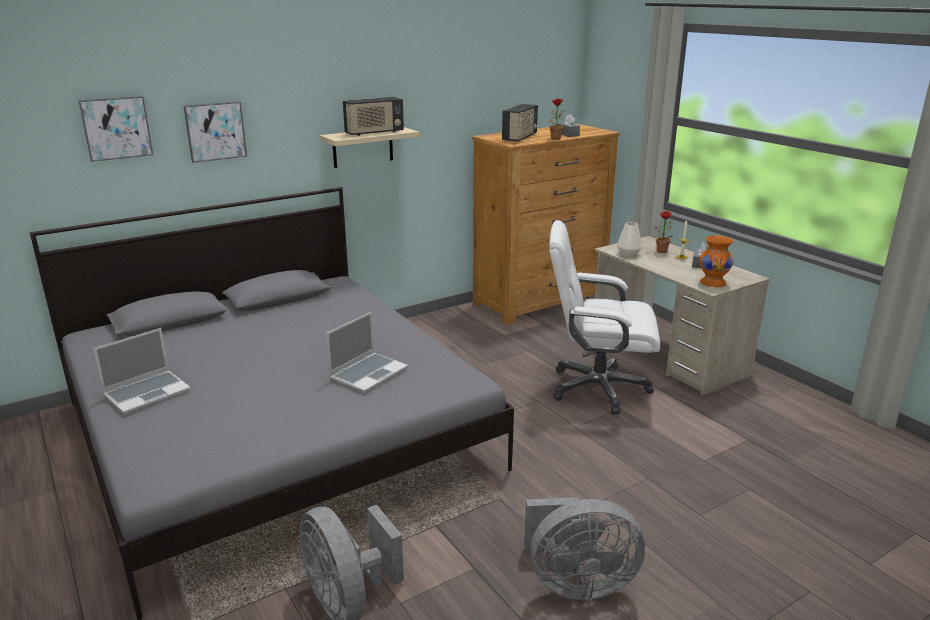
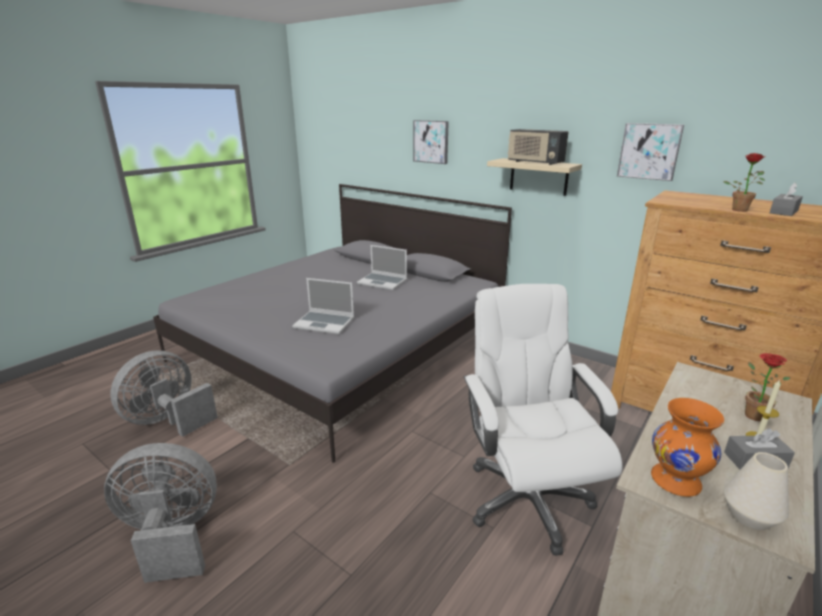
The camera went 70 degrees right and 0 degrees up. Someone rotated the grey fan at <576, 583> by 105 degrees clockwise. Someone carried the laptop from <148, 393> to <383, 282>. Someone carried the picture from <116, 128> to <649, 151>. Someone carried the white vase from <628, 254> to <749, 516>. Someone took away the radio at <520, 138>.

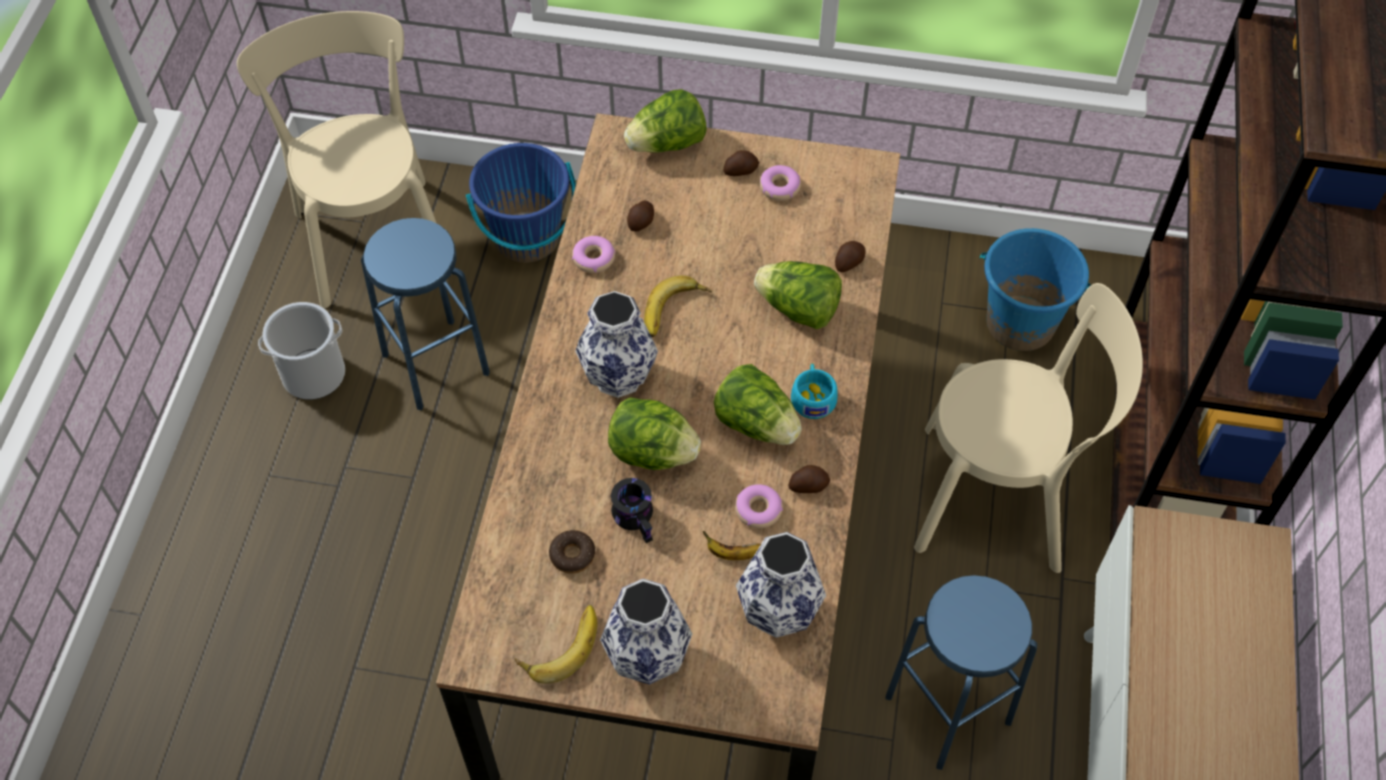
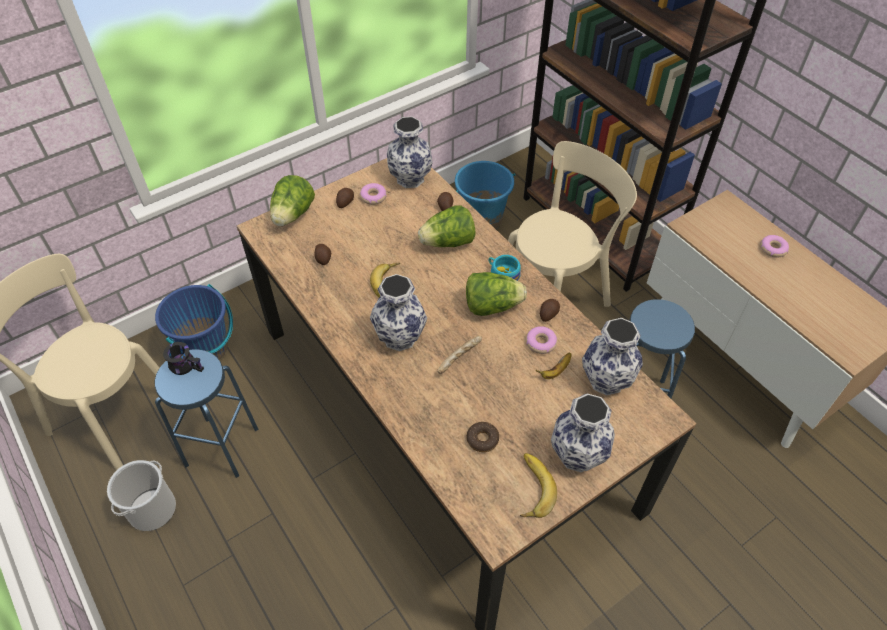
The camera went 45 degrees left and 5 degrees down. Someone carried the black mug from <638, 517> to <187, 364>. Someone put down the vase at <410, 178>. Someone swapped the lettuce at <652, 452> for the bread at <460, 358>. Someone carried the donut from <593, 258> to <773, 249>.

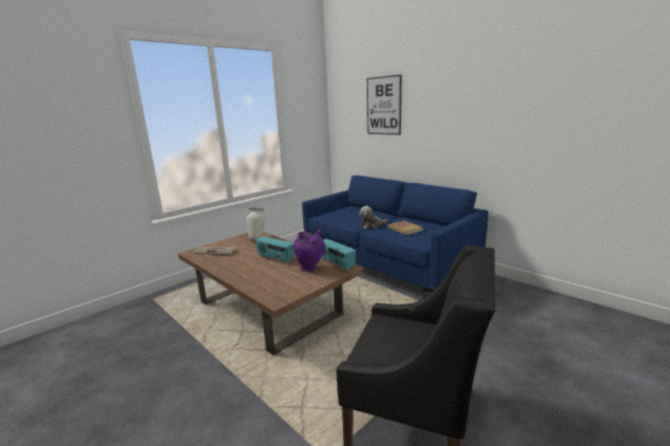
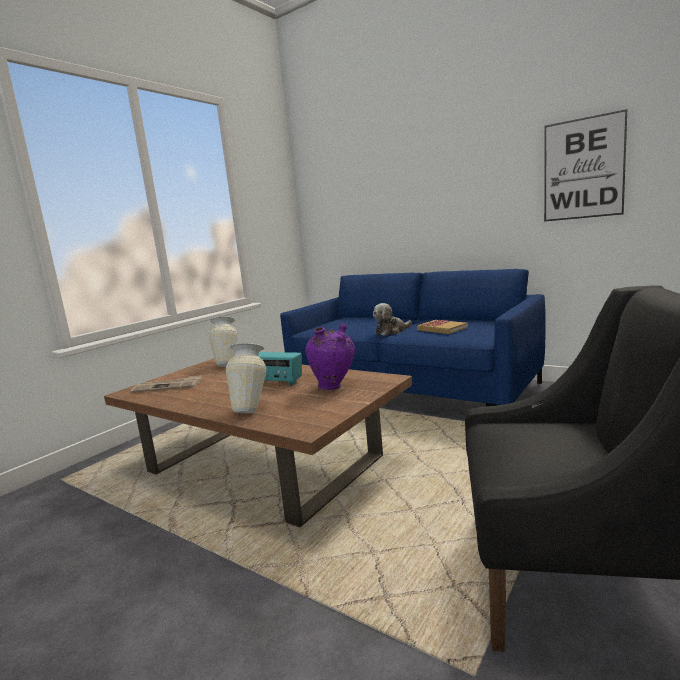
The camera went 10 degrees left and 5 degrees down. Someone put down the vase at <252, 409>. Someone carried the picture from <383, 106> to <583, 169>. Someone took away the radio at <336, 263>.

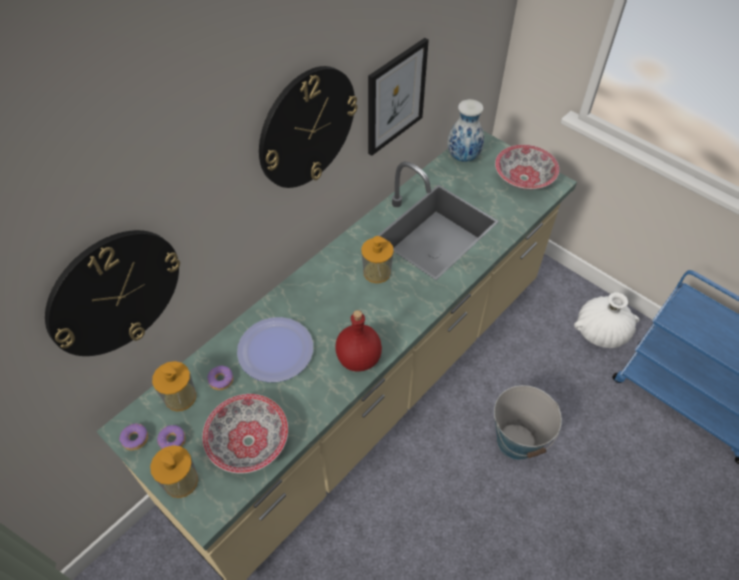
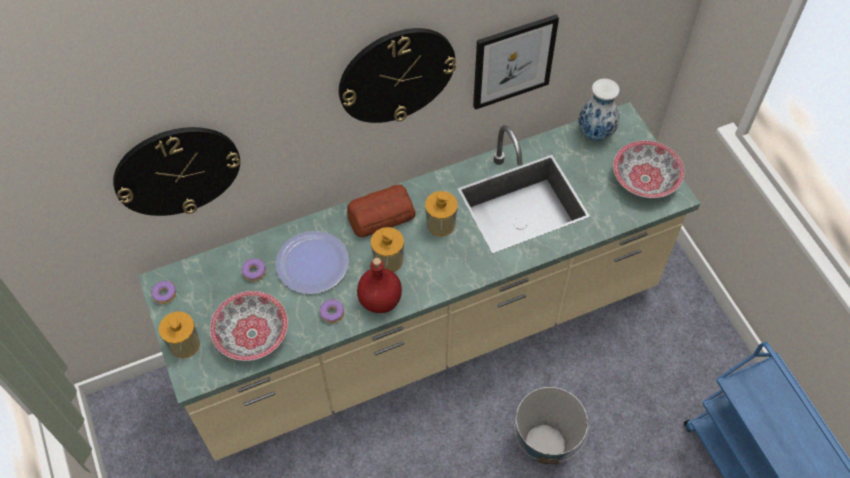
The camera went 25 degrees right and 5 degrees up. Someone carried the donut from <173, 441> to <332, 313>. Someone put down the bread at <380, 216>. Someone carried the soap dispenser from <180, 397> to <388, 260>. Someone took away the white vase at <600, 332>.

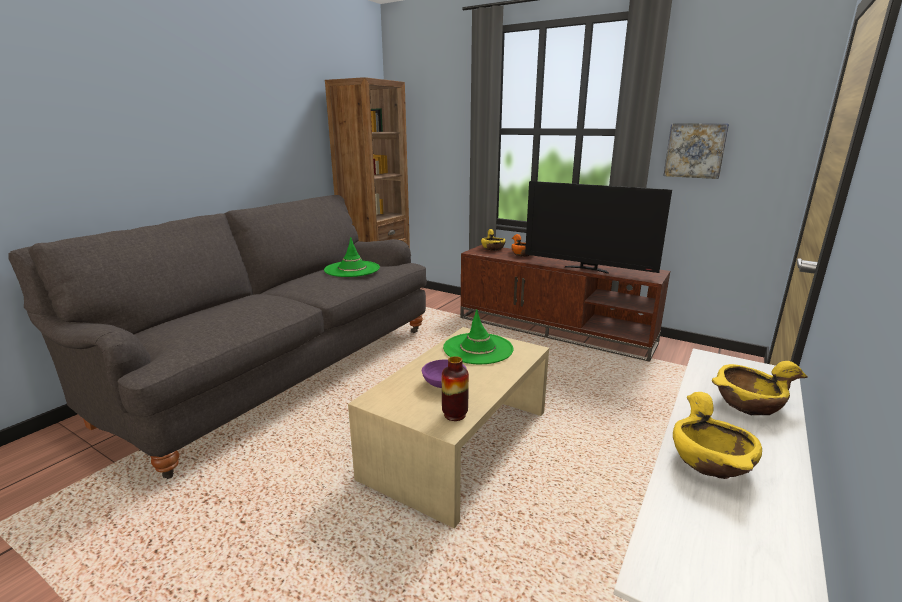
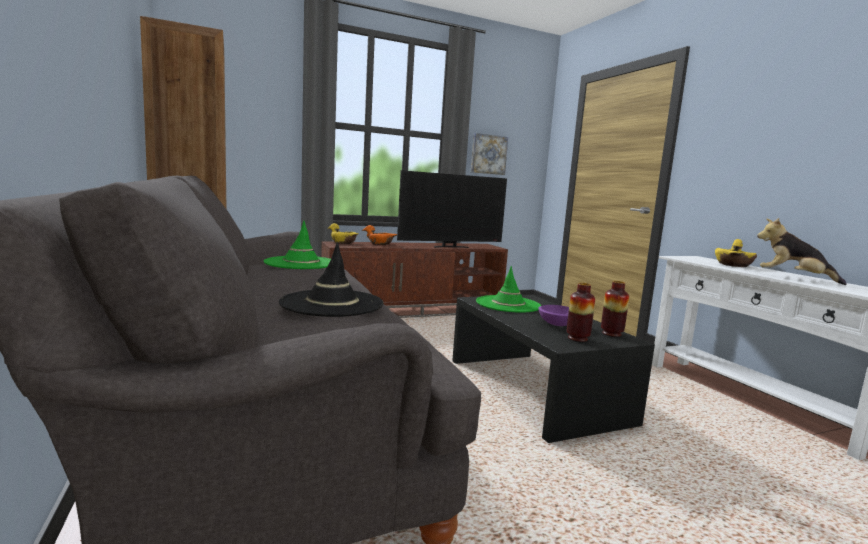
The camera went 55 degrees left and 10 degrees down. Someone put down the black hat at <332, 303>. Someone repainted the beige coffee table at <458, 443>, which became the black coffee table at <533, 390>. Someone put down the vase at <577, 338>. Someone swapped the yellow bowl at <710, 462> for the plush toy at <793, 278>.

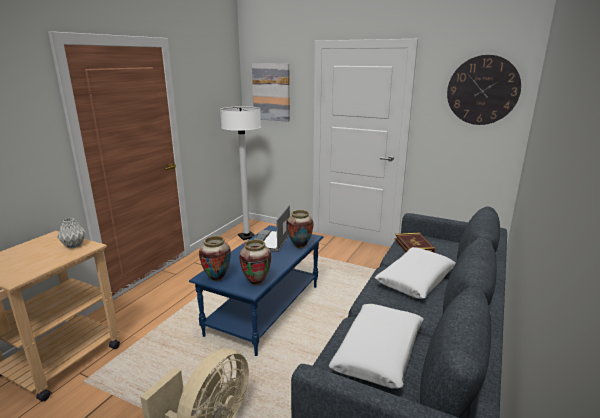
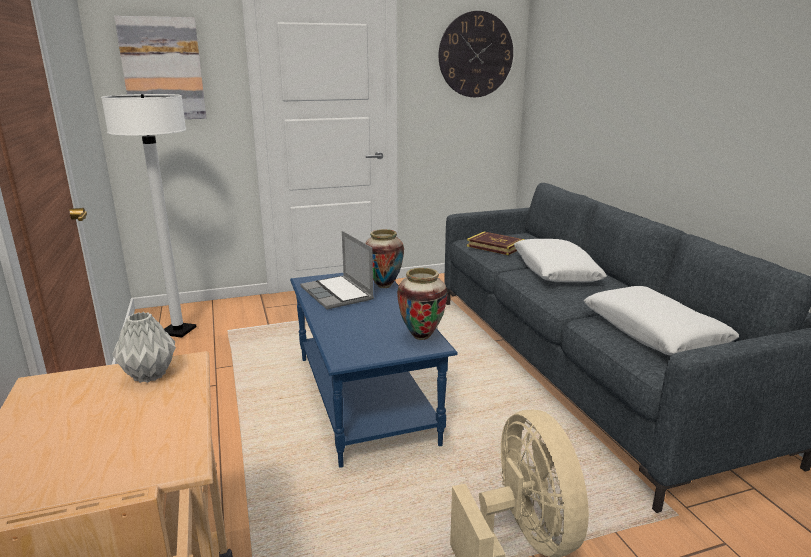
The camera went 45 degrees left and 0 degrees up. Someone took away the vase at <217, 279>.

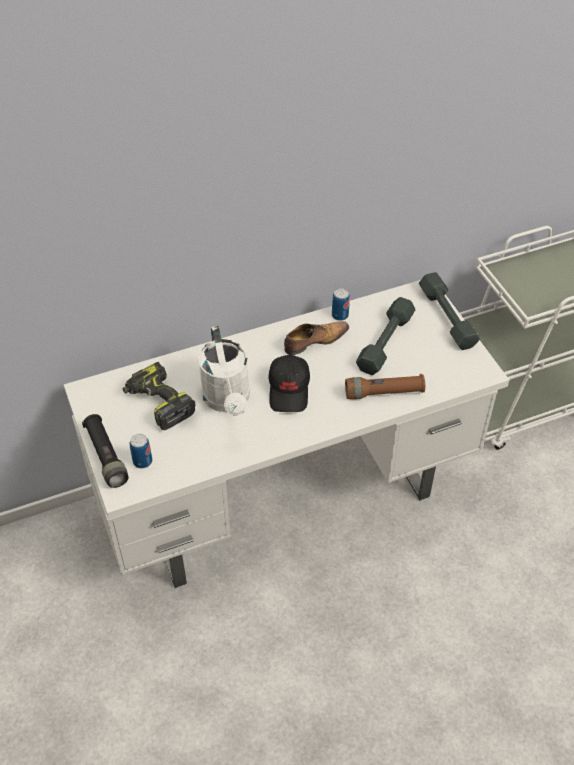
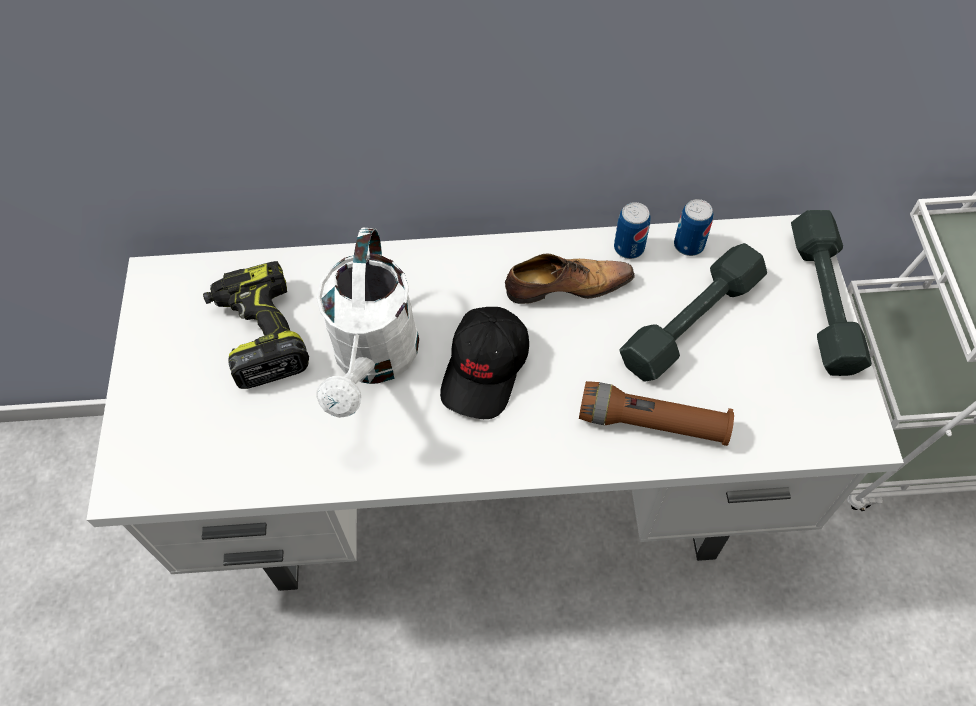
The camera went 20 degrees right and 10 degrees up. Someone carried the can from <142, 461> to <689, 245>. Someone took away the black flashlight at <106, 456>.

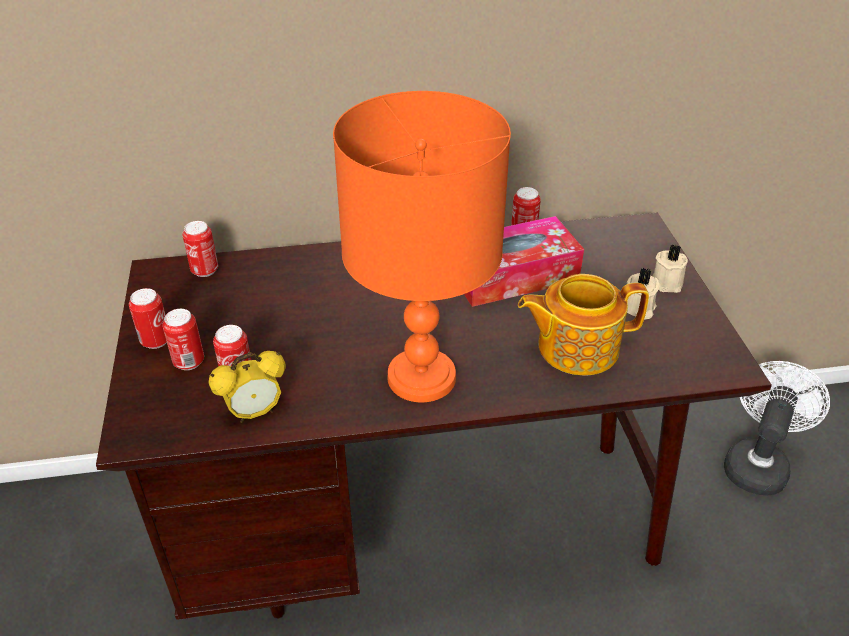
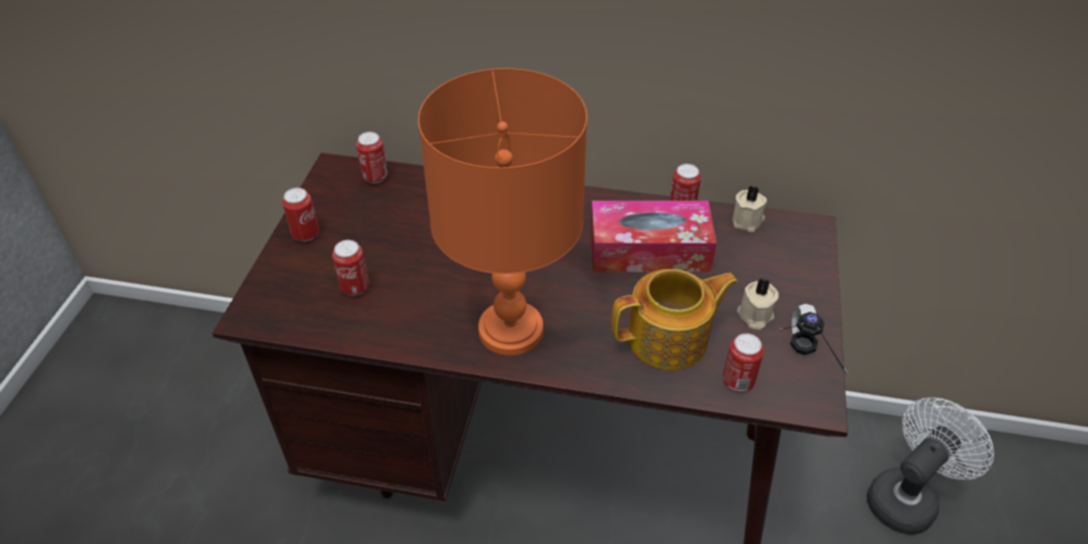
The camera went 20 degrees right and 5 degrees up. Someone rotated the teapot at <575, 347> by 150 degrees clockwise. Someone carried the can from <189, 362> to <737, 382>. Someone carried the beige candle from <668, 282> to <748, 221>. Someone put down the headphones at <798, 362>. Someone took away the alarm clock at <255, 413>.

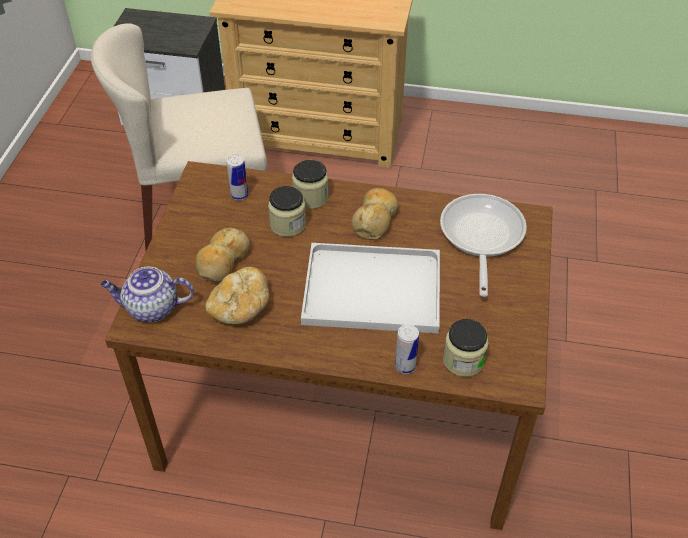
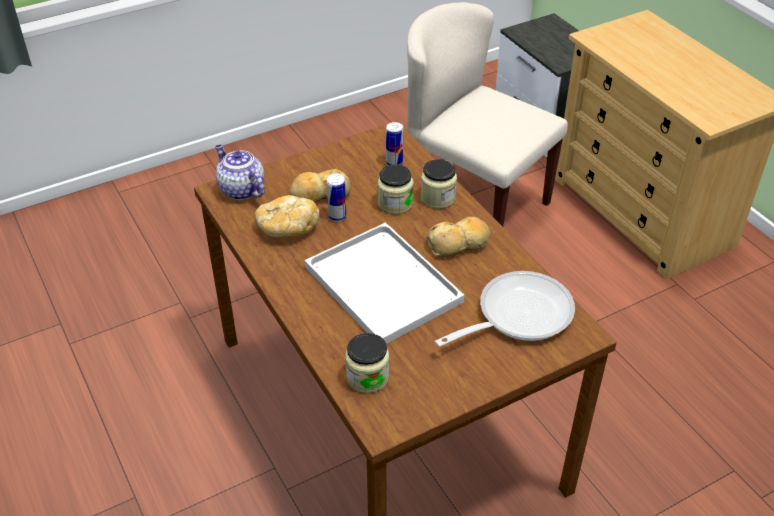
The camera went 50 degrees right and 5 degrees down. Someone carried the can from <405, 366> to <337, 216>.

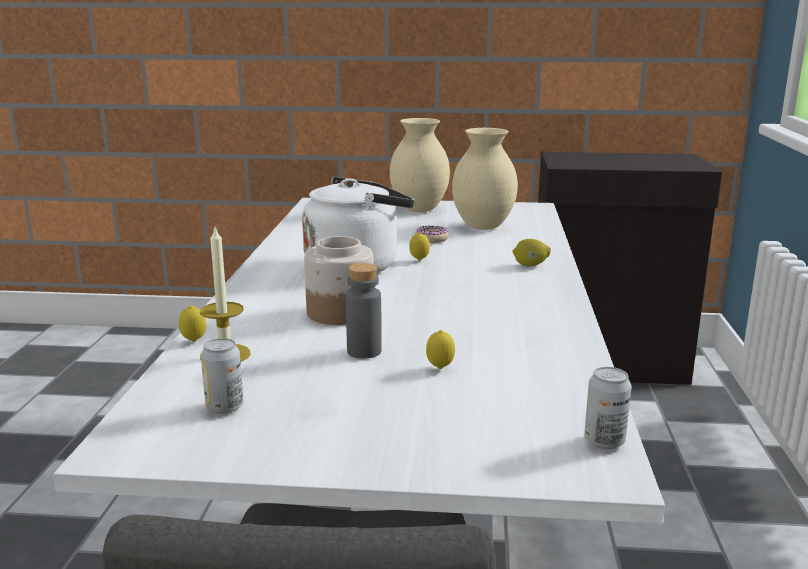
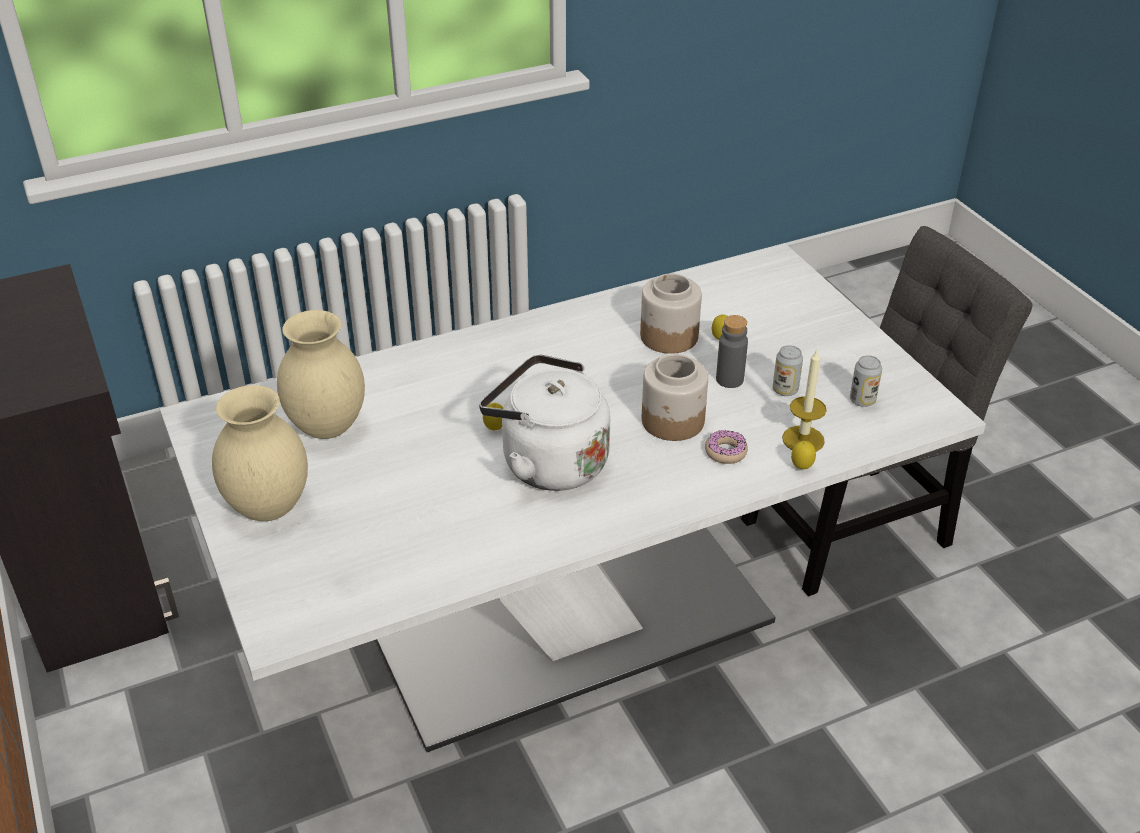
The camera went 120 degrees left and 20 degrees up. Someone put down the jar at <668, 336>. Someone carried the donut from <432, 239> to <725, 452>. Someone carried the can from <604, 441> to <785, 390>. Someone took away the lemon at <530, 265>.

